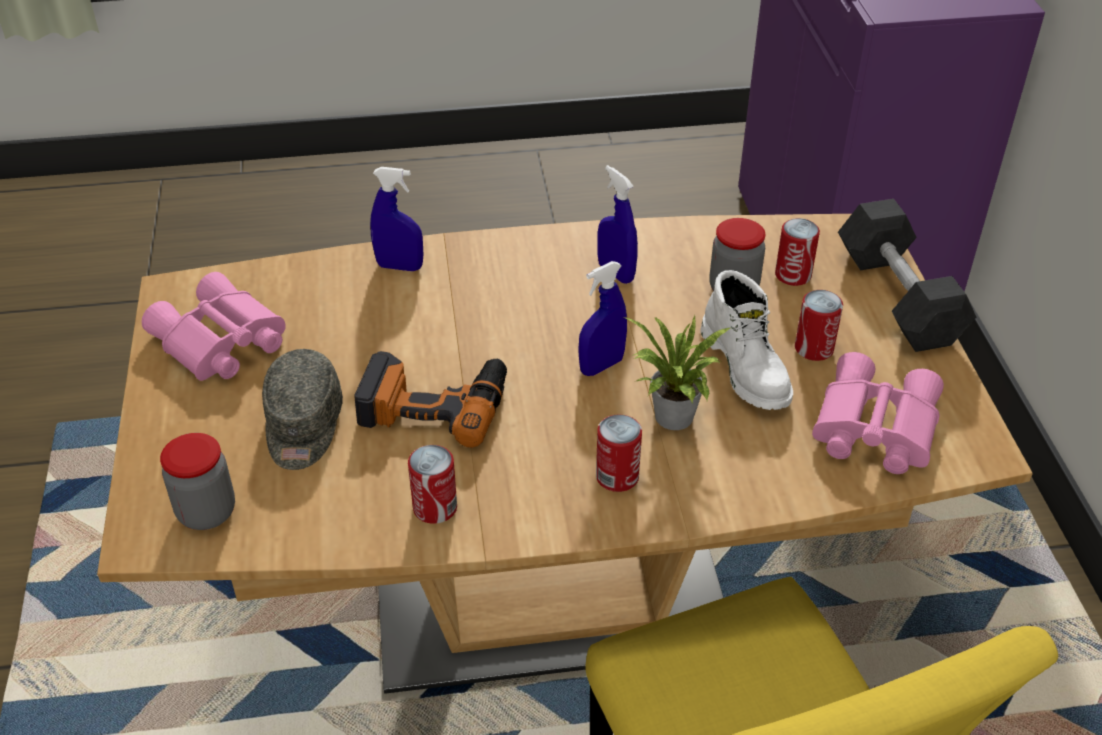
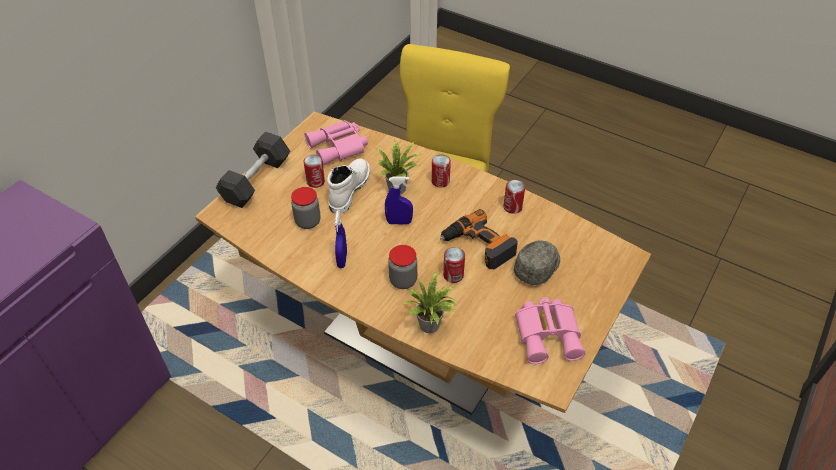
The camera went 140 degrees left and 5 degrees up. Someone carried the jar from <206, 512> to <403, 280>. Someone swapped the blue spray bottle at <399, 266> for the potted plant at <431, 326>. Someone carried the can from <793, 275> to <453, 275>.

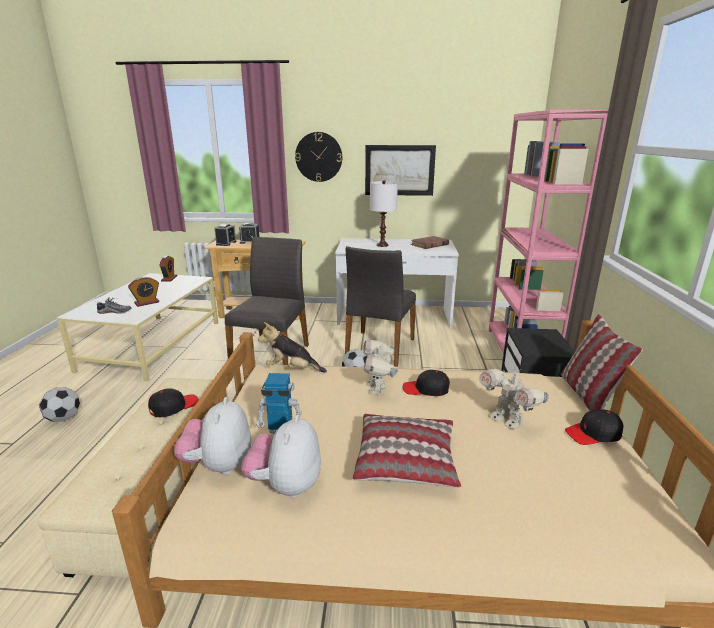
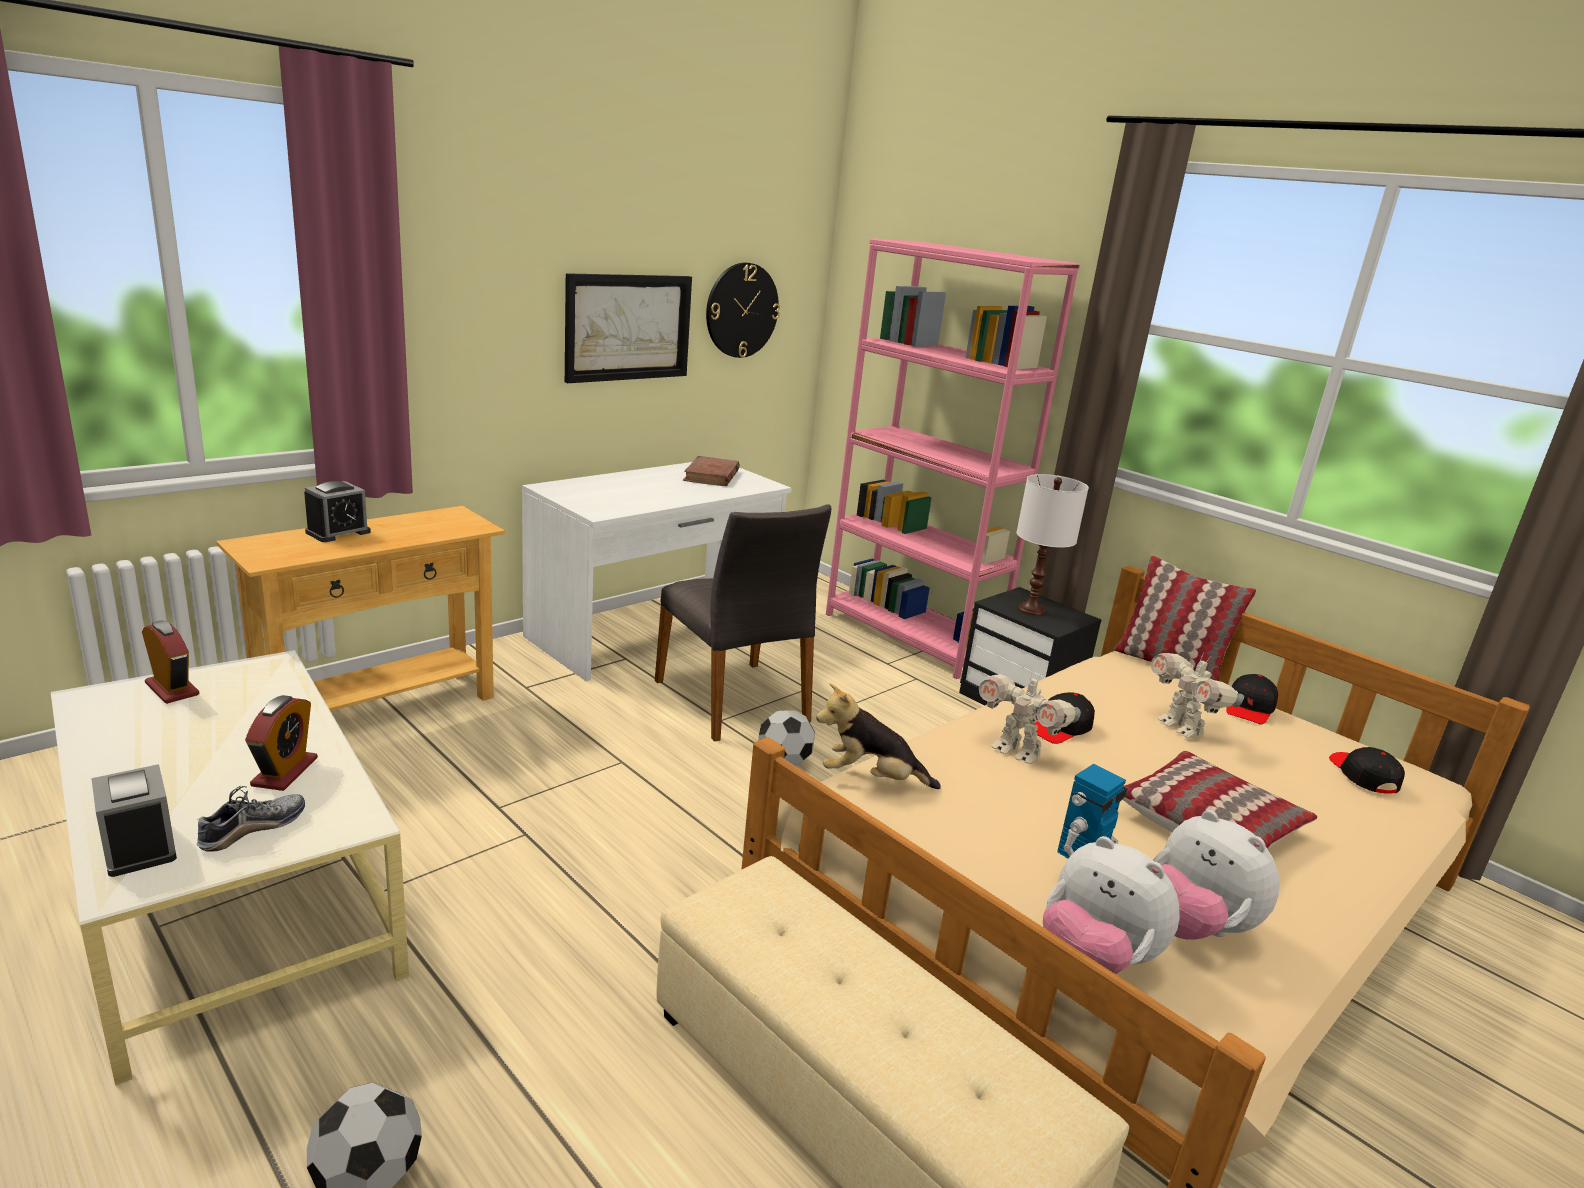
The camera went 50 degrees left and 0 degrees up. Someone carried the alarm clock from <226, 243> to <139, 847>. Someone carried the wall clock from <318, 157> to <741, 310>. Someone rotated the plush toy at <292, 369> by 45 degrees clockwise. Someone carried the white table lamp from <382, 245> to <1031, 610>. Someone rotated the toy robot at <507, 420> by 60 degrees clockwise. Someone carried the black cap from <173, 407> to <1363, 776>. Someone took away the grey chair at <272, 356>.

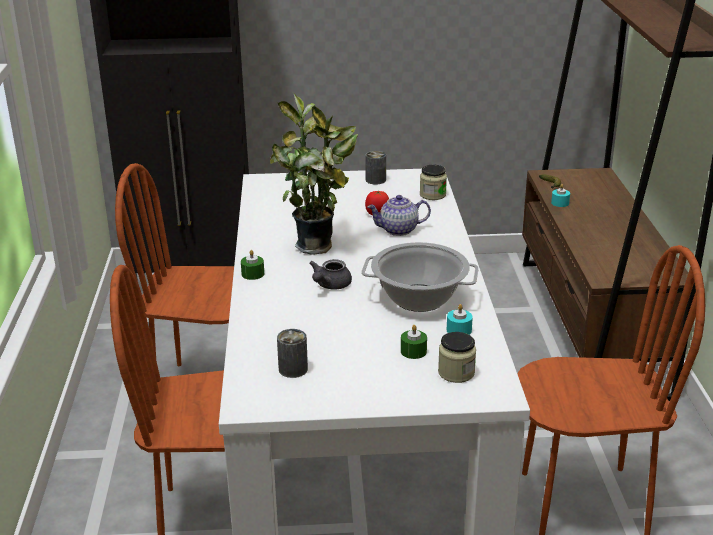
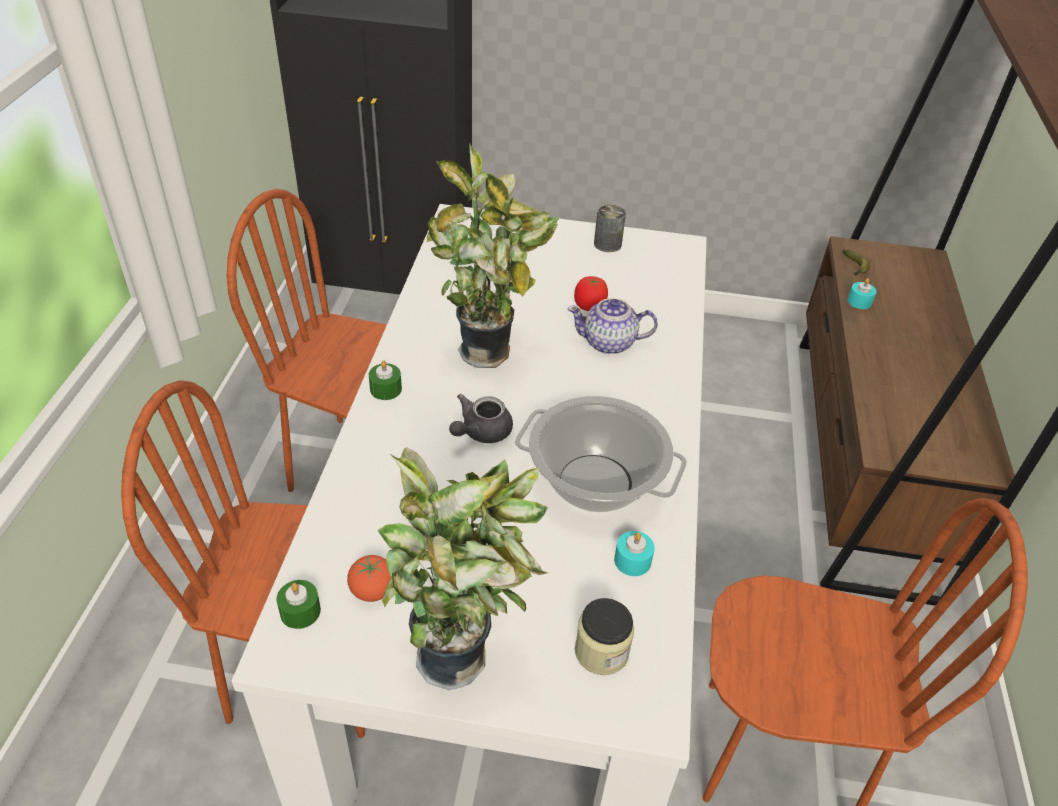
The camera went 10 degrees right and 15 degrees up. Someone carried the green candle from <413, 351> to <300, 611>. Someone swapped the can at <293, 369> for the tomato at <373, 590>. Someone put down the potted plant at <459, 655>. Someone took away the jar at <432, 195>.

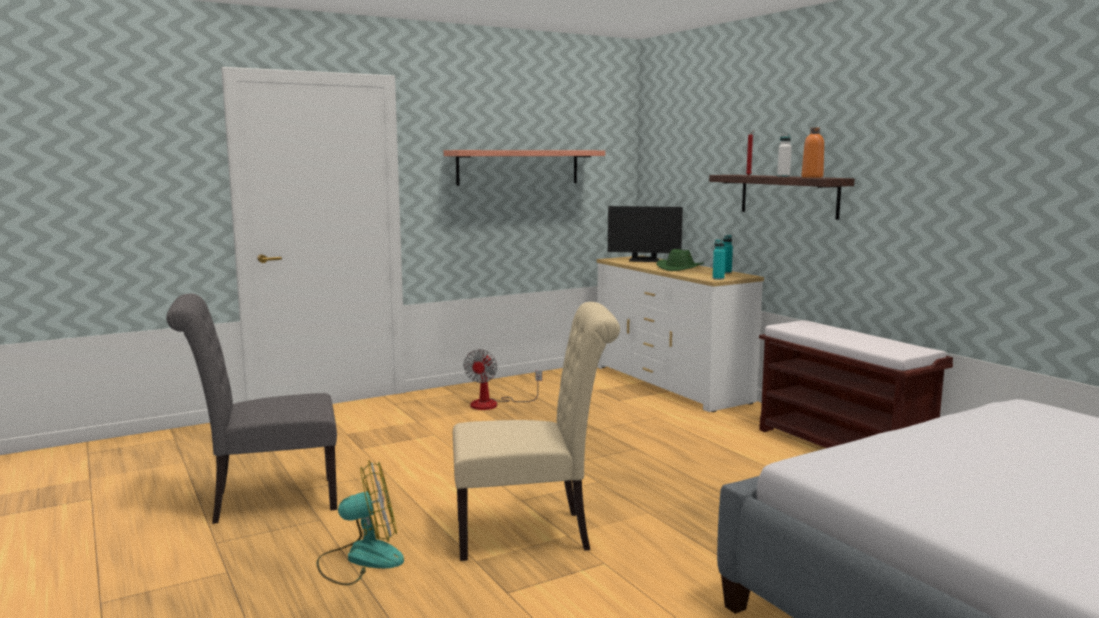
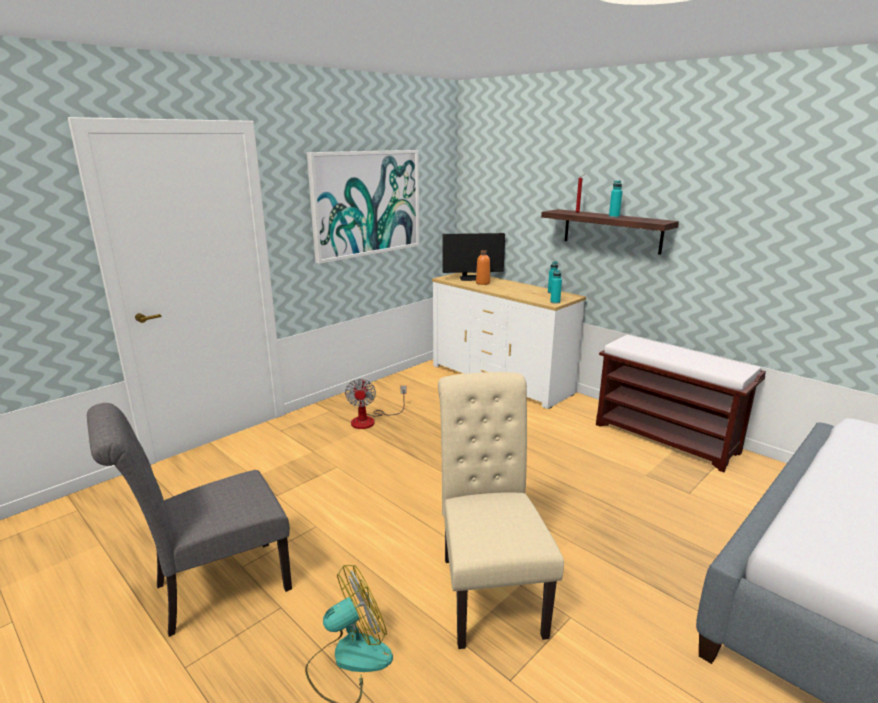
The camera went 15 degrees left and 10 degrees up. Someone swapped the shelf at <518, 167> for the picture at <366, 203>. Someone rotated the beige chair at <531, 533> by 75 degrees counterclockwise. Someone carried the orange bottle from <812, 177> to <482, 283>. Someone repainted the white bottle at <783, 176>, which became the turquoise bottle at <614, 217>. Someone took away the green hat at <680, 268>.

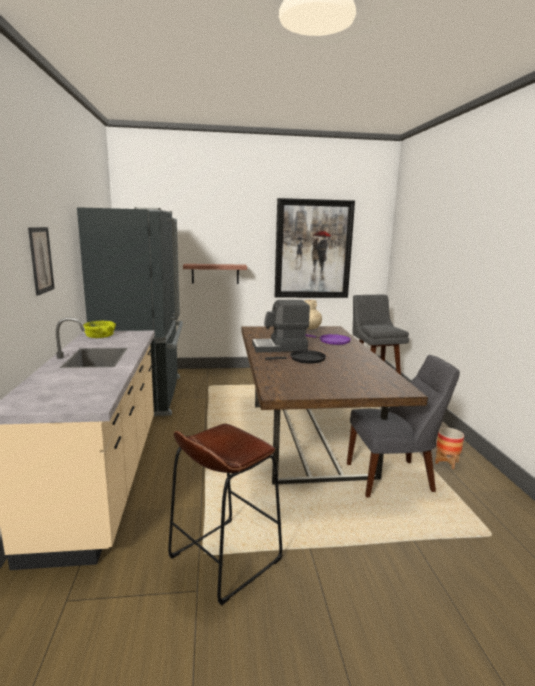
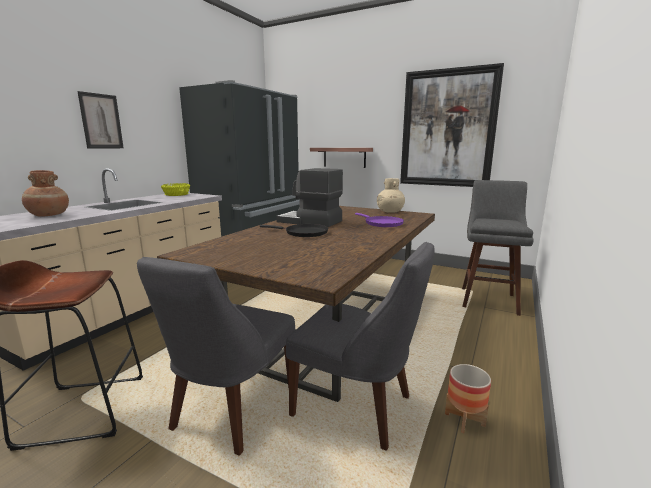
The camera went 35 degrees right and 0 degrees up. Someone put down the brown vase at <49, 215>. Someone put down the grey chair at <231, 411>.

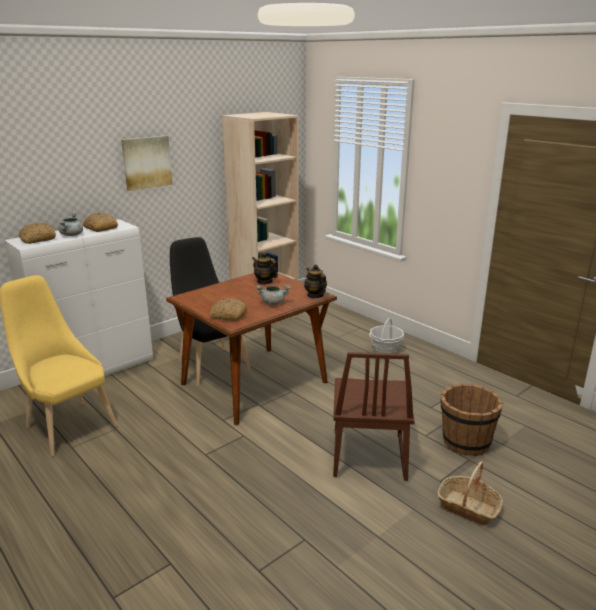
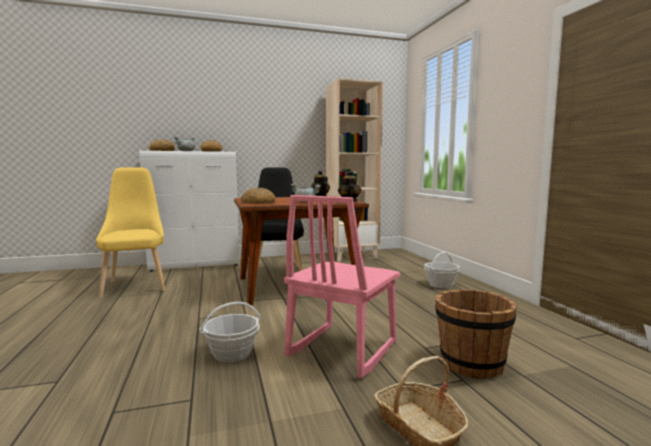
The camera went 25 degrees right and 15 degrees down. Someone put down the basket at <232, 353>. Someone repainted the brown chair at <367, 455>, which became the pink chair at <341, 349>. Someone took away the picture at <146, 162>.

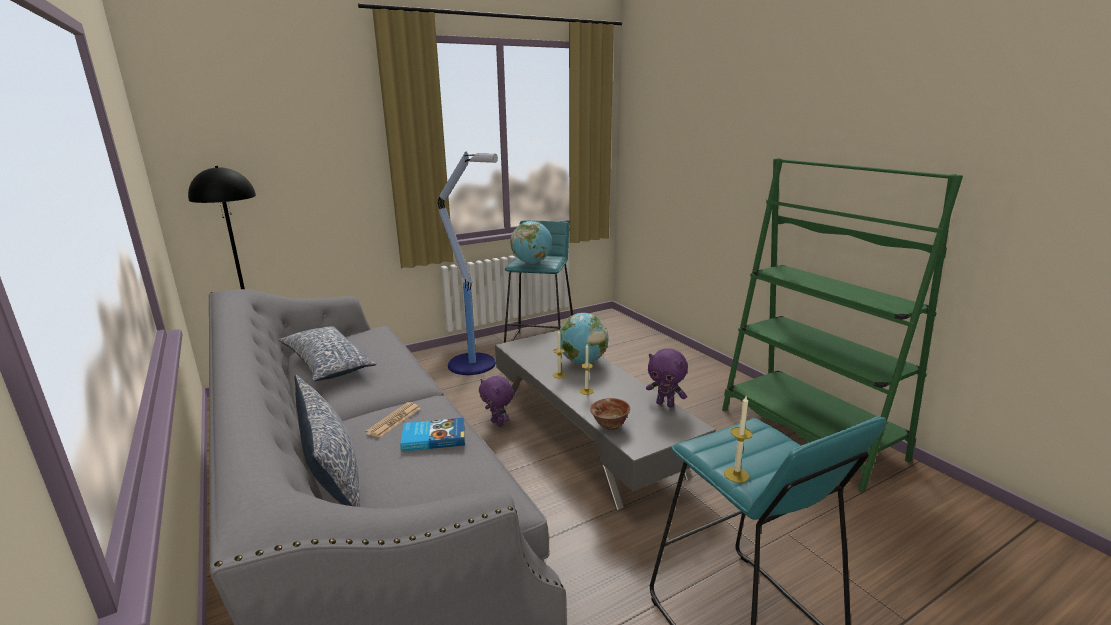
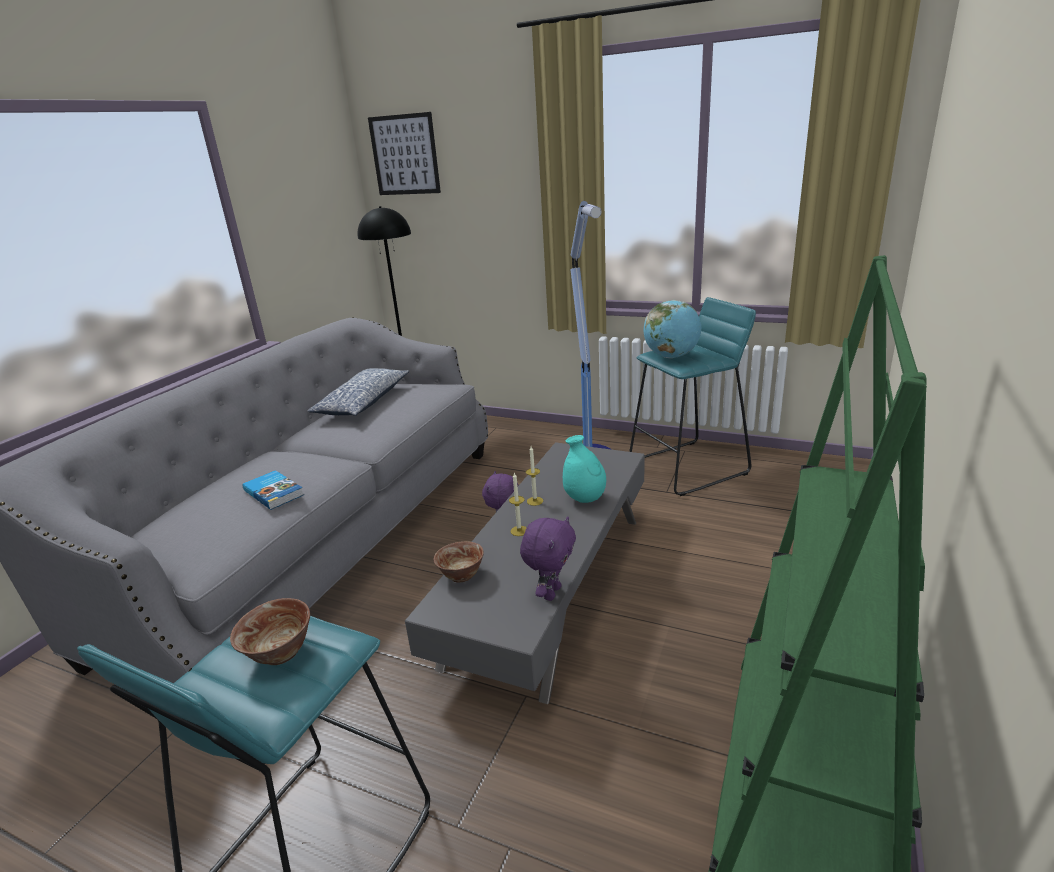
The camera went 55 degrees right and 5 degrees up. Someone put down the bowl at <280, 653>. Someone put up the picture at <404, 155>. Someone rotated the purple plush toy at <665, 404> by 150 degrees counterclockwise. Someone swapped the globe at <582, 361> for the turquoise vase at <585, 499>. Someone took away the pillow at <332, 473>. Someone took away the newspaper at <394, 420>. Someone took away the candle at <736, 475>.

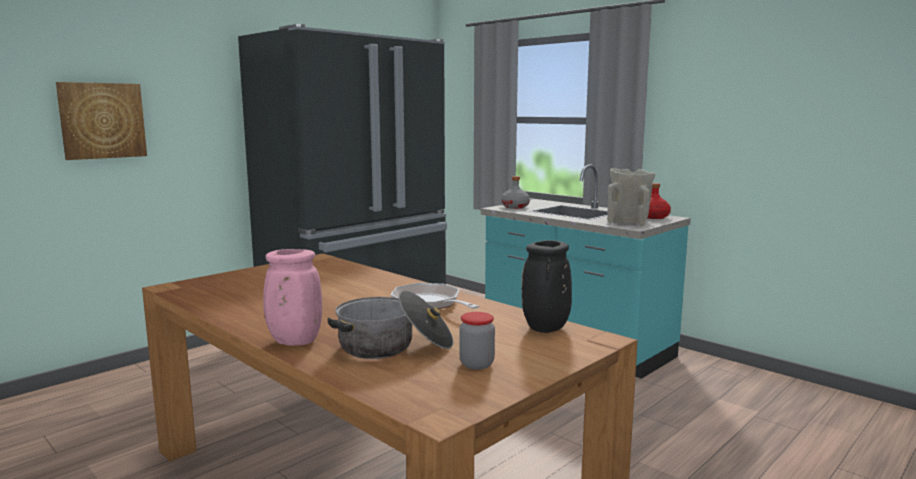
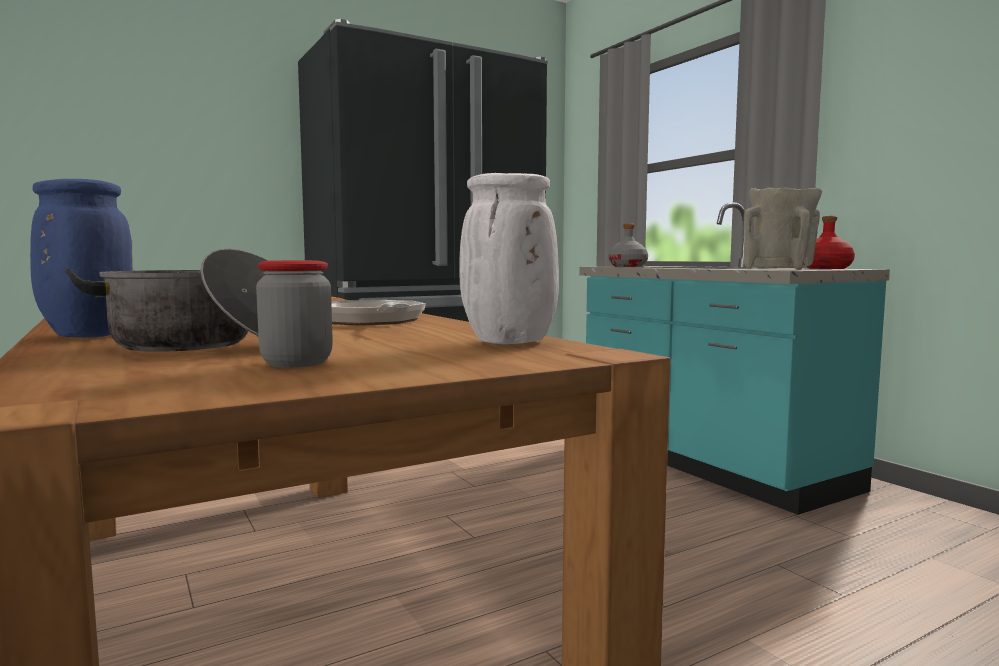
The camera went 15 degrees right and 5 degrees down. Someone repainted the pink vase at <293, 342>, which became the blue vase at <85, 336>. Someone repainted the black vase at <546, 329>, which became the white vase at <509, 342>. Someone took away the picture at <102, 120>.

